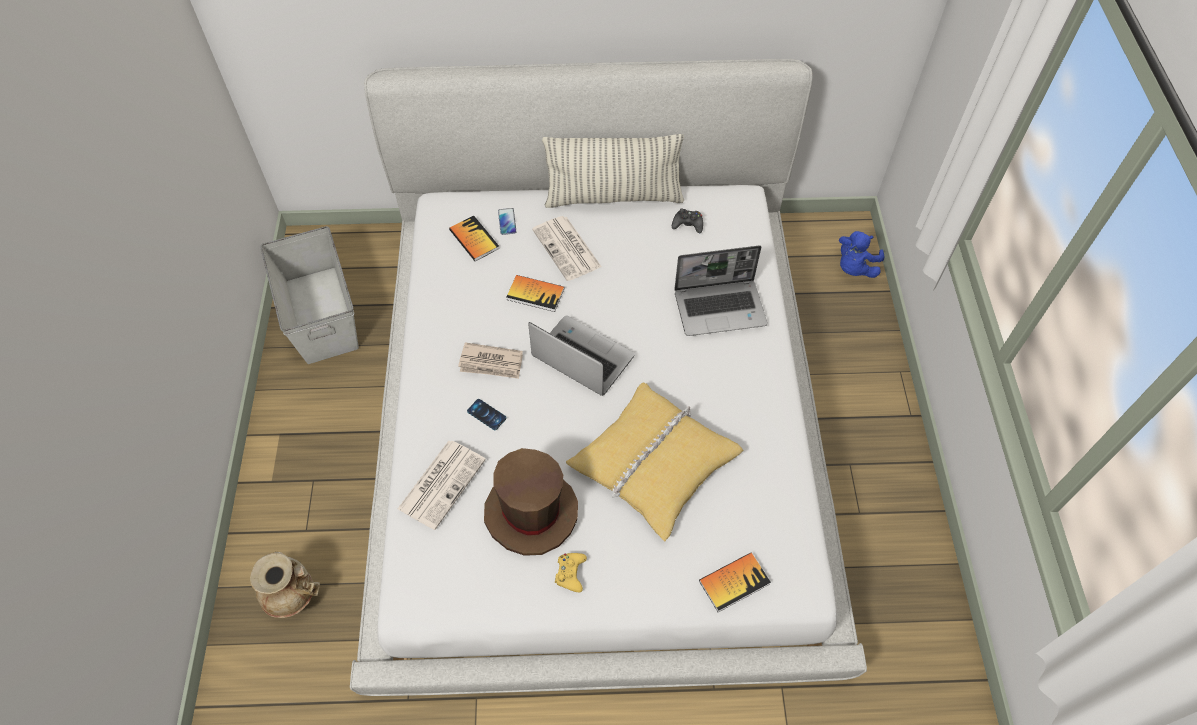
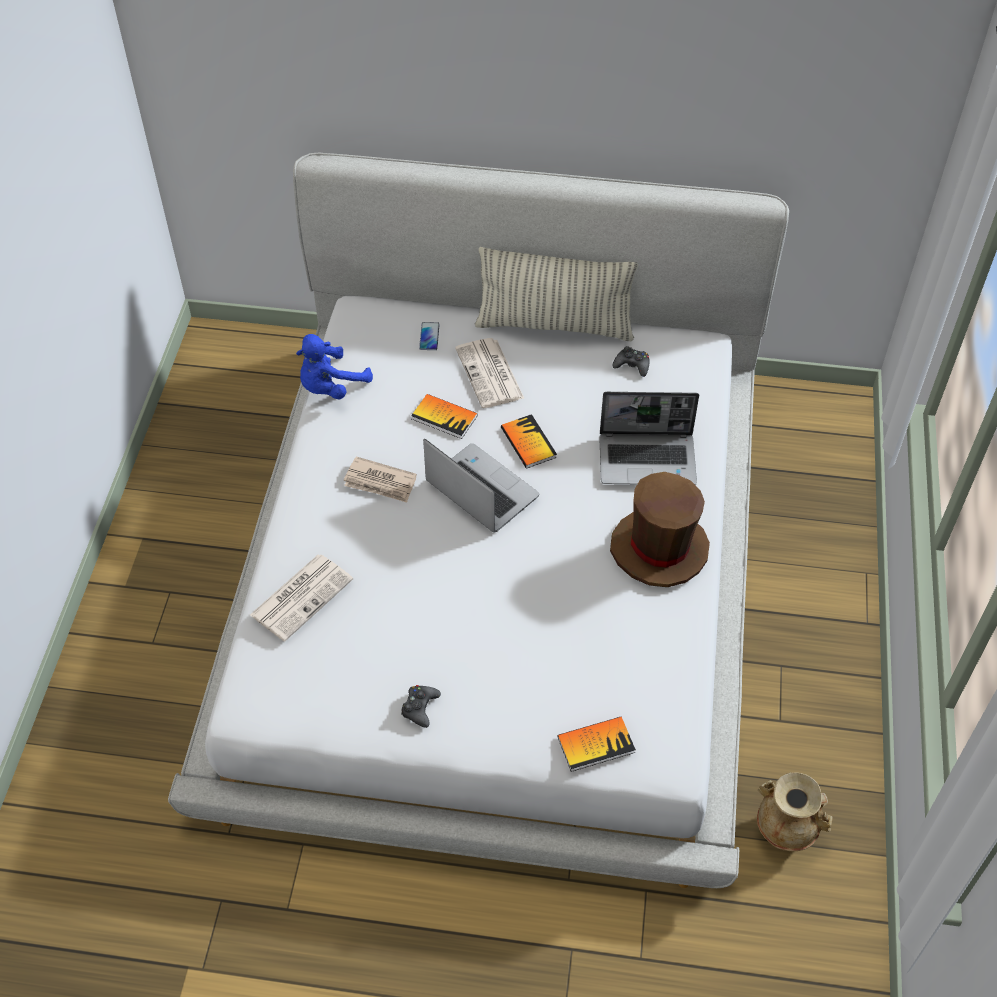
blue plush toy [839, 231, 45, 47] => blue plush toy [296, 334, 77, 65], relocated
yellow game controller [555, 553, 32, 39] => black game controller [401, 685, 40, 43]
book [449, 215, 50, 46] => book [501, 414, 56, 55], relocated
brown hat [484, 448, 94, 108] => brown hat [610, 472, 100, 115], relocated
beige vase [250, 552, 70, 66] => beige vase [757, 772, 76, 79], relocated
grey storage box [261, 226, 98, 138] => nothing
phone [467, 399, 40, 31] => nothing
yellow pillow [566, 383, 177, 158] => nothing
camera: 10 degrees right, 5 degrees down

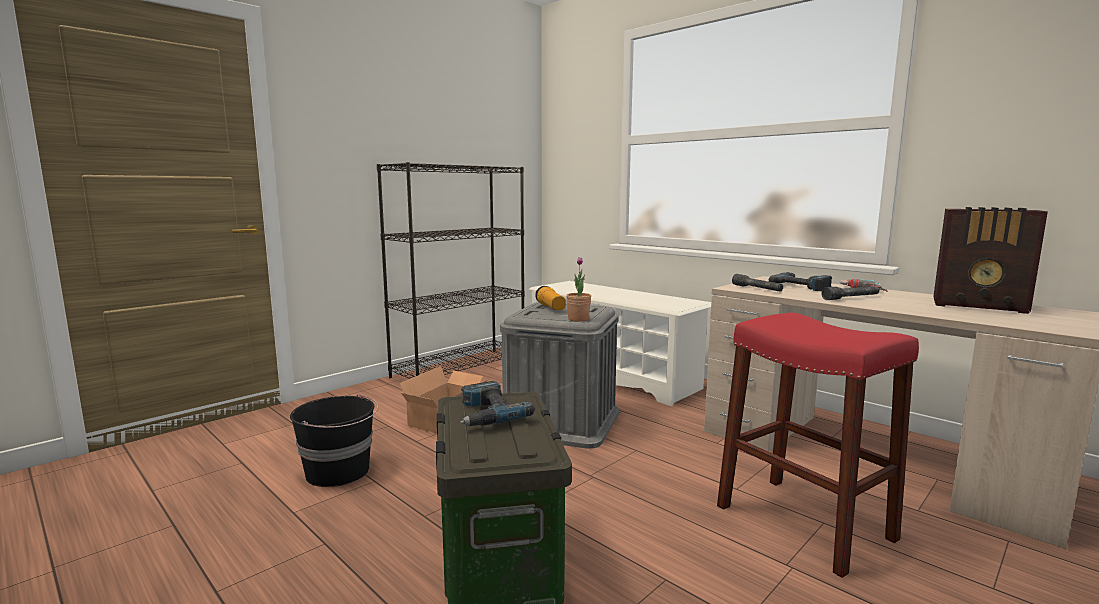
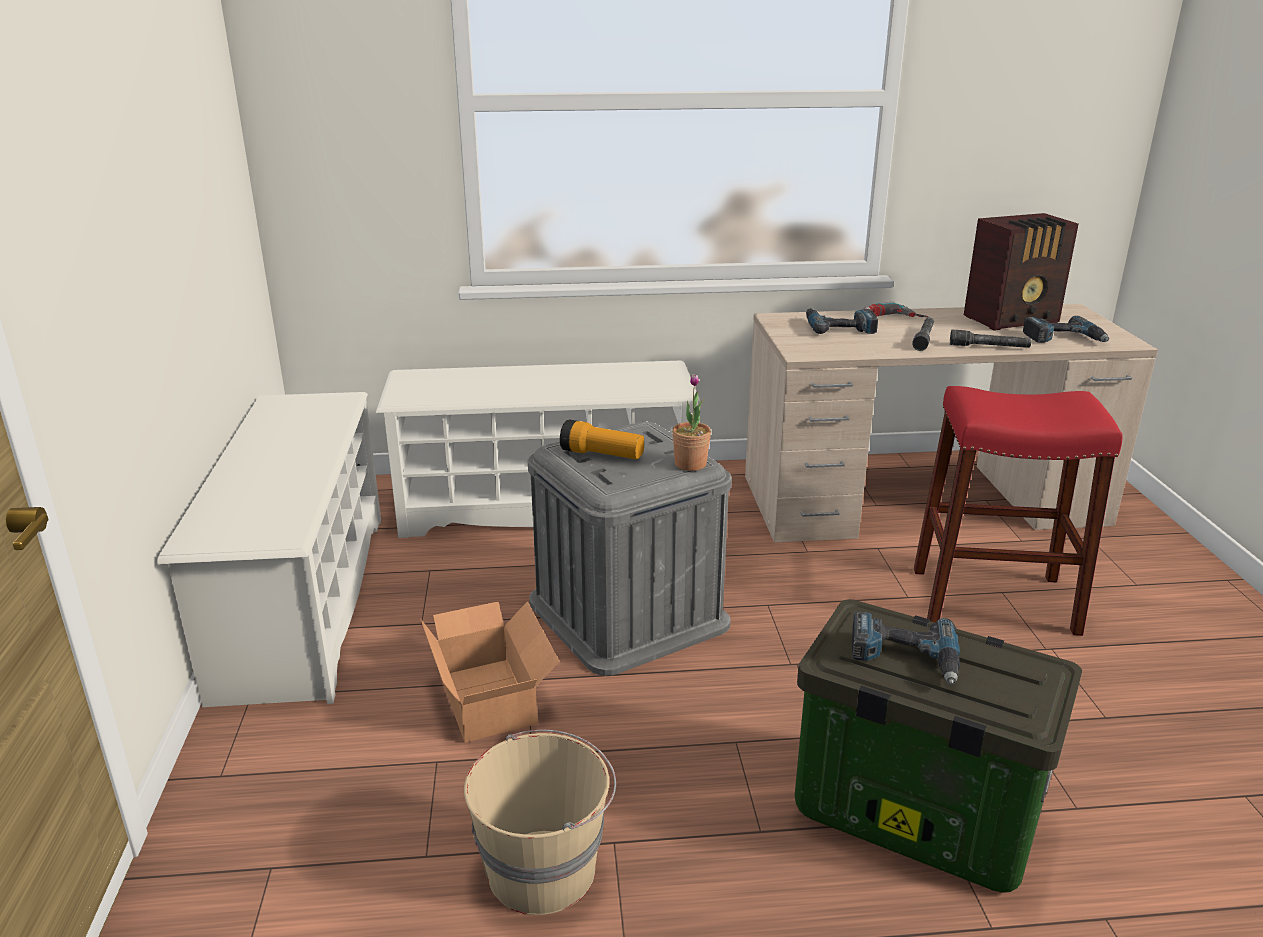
black bookcase [377, 162, 148, 217] => white shoe rack [157, 392, 224, 315]
black bucket [290, 394, 88, 93] => beige bucket [464, 730, 152, 185]
grey flashlight [732, 274, 51, 18] => grey flashlight [950, 329, 82, 19], relocated
nothing => power drill [1023, 316, 86, 27]
camera: 50 degrees left, 15 degrees up

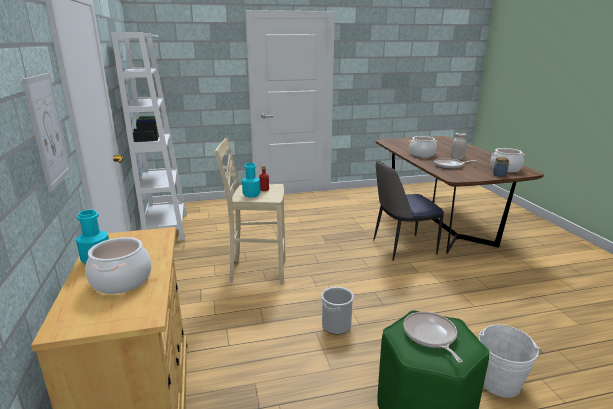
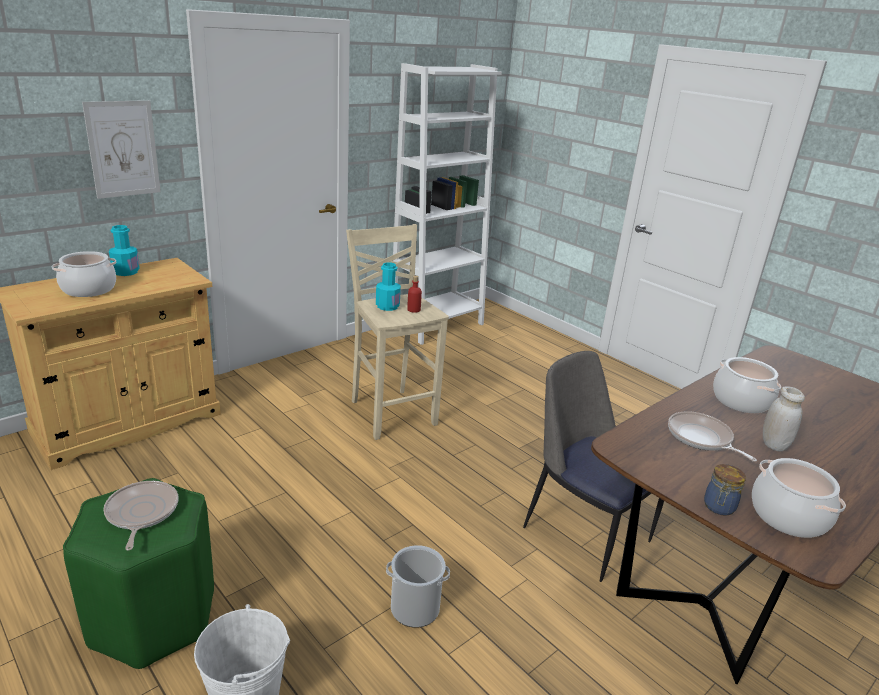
frying pan [403, 312, 59, 51] => frying pan [103, 481, 75, 69], 60 degrees counterclockwise
bucket [321, 287, 33, 48] => bucket [386, 545, 64, 83], relocated
camera: 60 degrees right, 5 degrees up

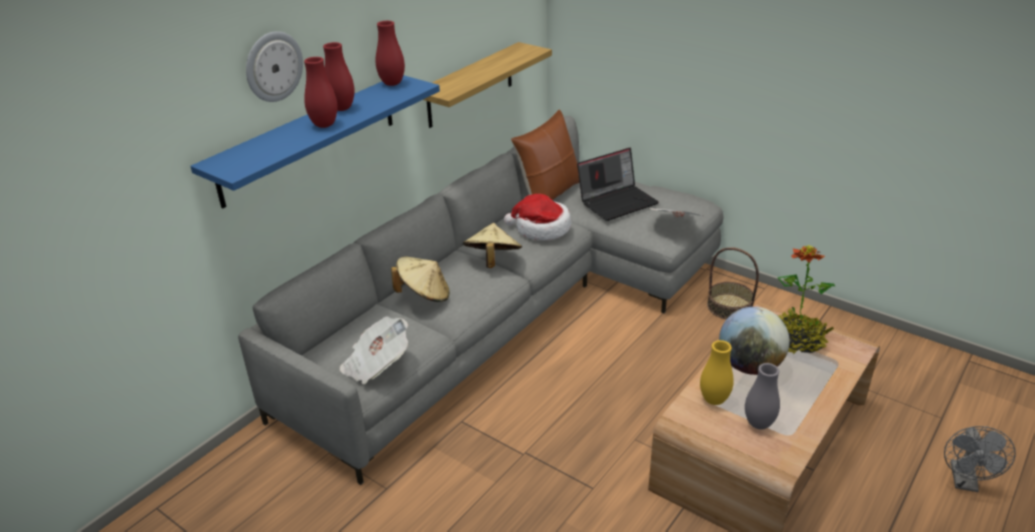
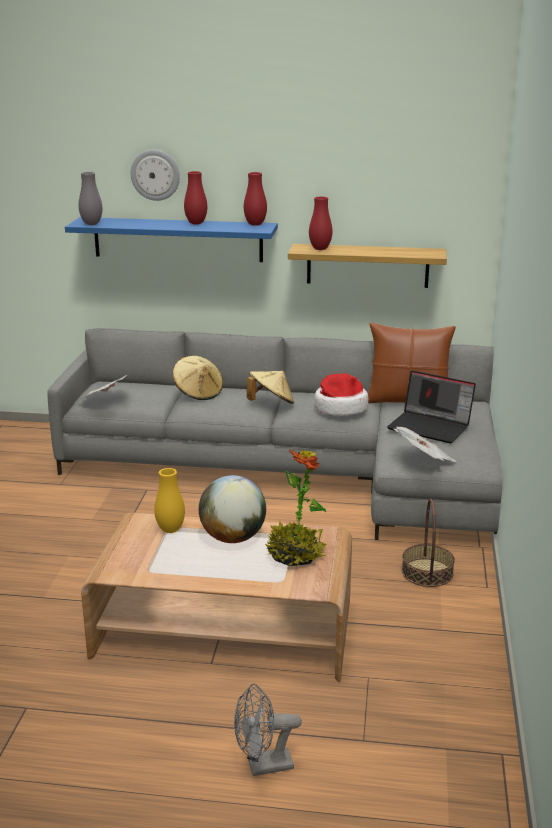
grey vase [745, 363, 35, 66] => grey vase [79, 172, 23, 53], relocated
red vase [304, 57, 33, 71] => red vase [309, 197, 23, 53], relocated
camera: 60 degrees right, 10 degrees down

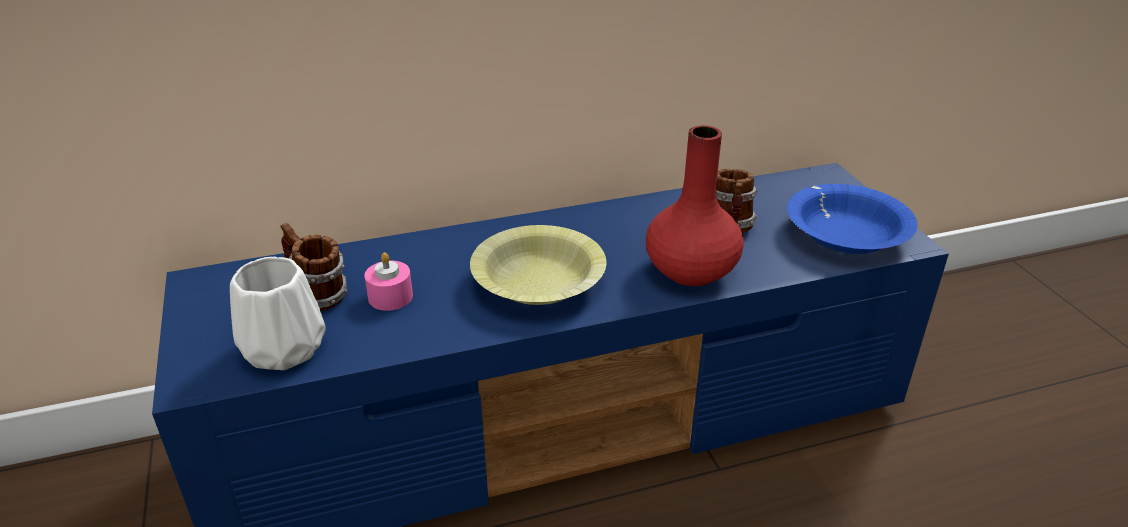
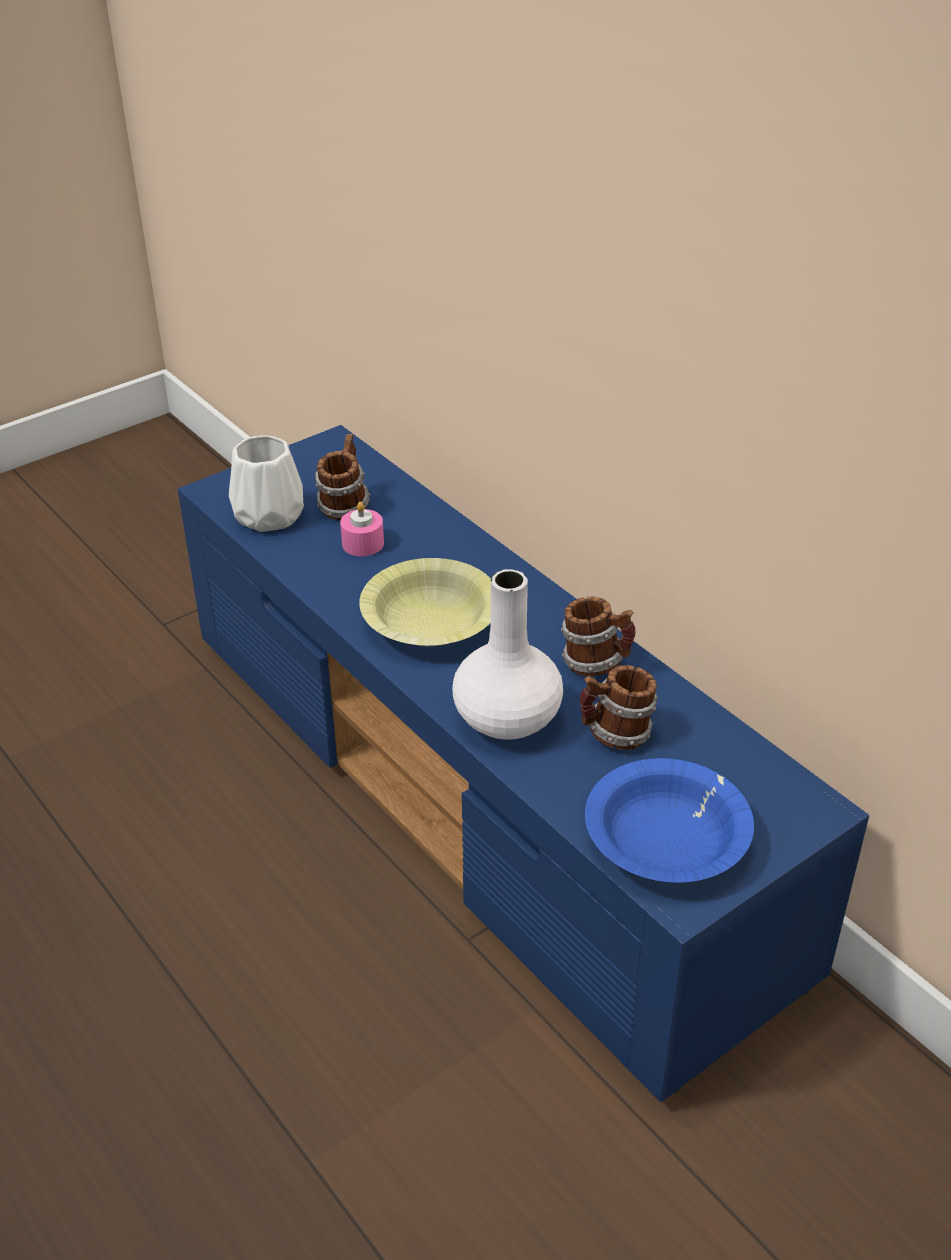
red vase [646, 125, 98, 161] => white vase [452, 569, 111, 171]
nothing => mug [561, 597, 75, 79]
camera: 70 degrees right, 5 degrees up

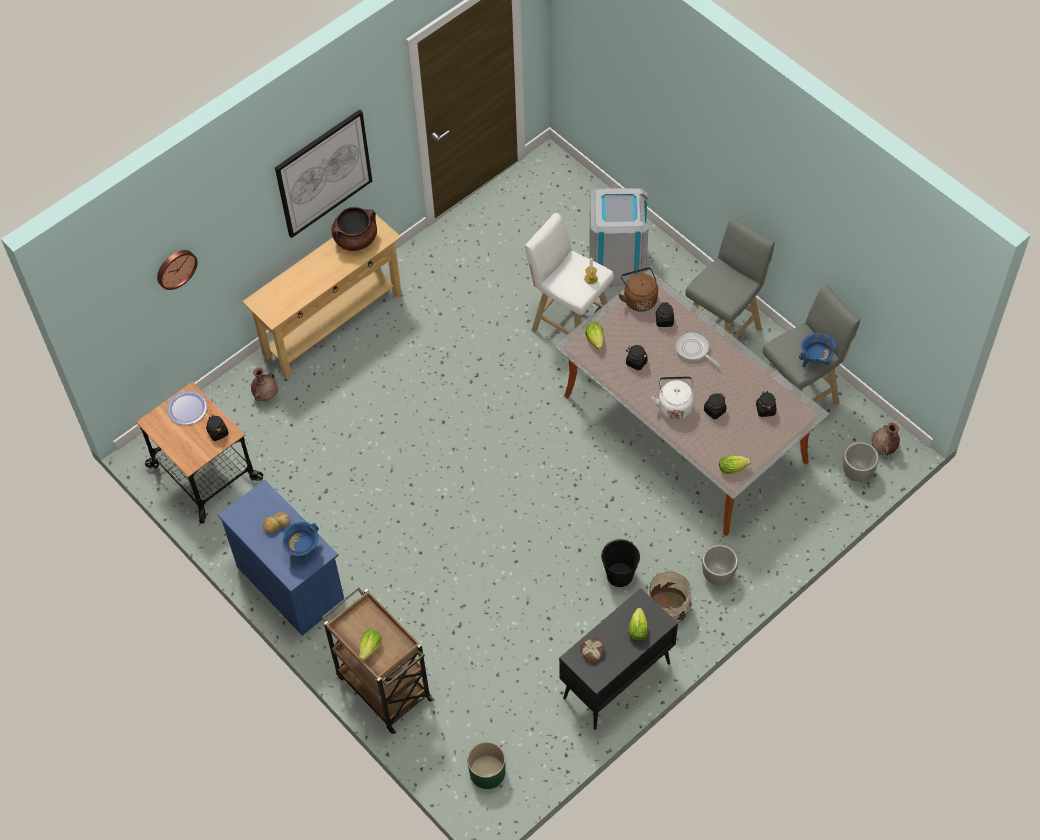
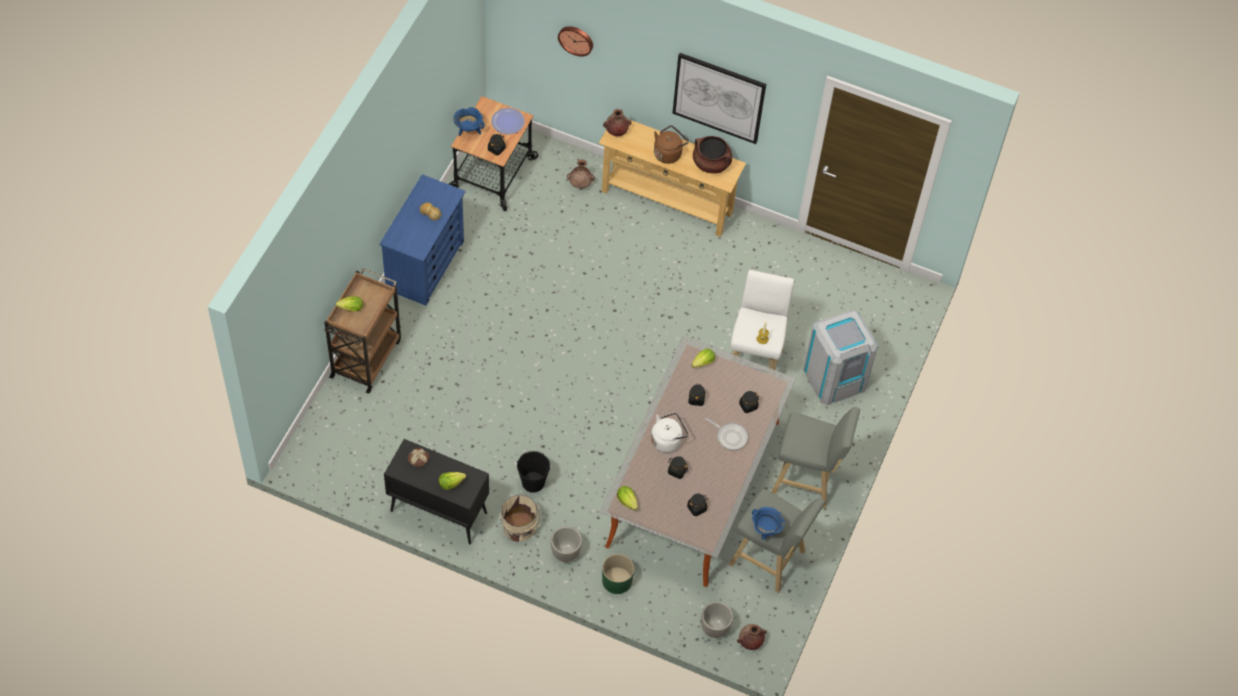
blue cooking pot [282, 522, 37, 41] => blue cooking pot [453, 107, 32, 29], relocated
green planter [467, 742, 38, 47] => green planter [602, 554, 32, 40], relocated
nothing => brown vase [603, 109, 29, 27]
brown kettle [618, 267, 40, 45] => brown kettle [654, 125, 35, 39], relocated
frying pan [675, 331, 45, 35] => frying pan [705, 418, 43, 33], 105 degrees clockwise
camera: 60 degrees right, 0 degrees up

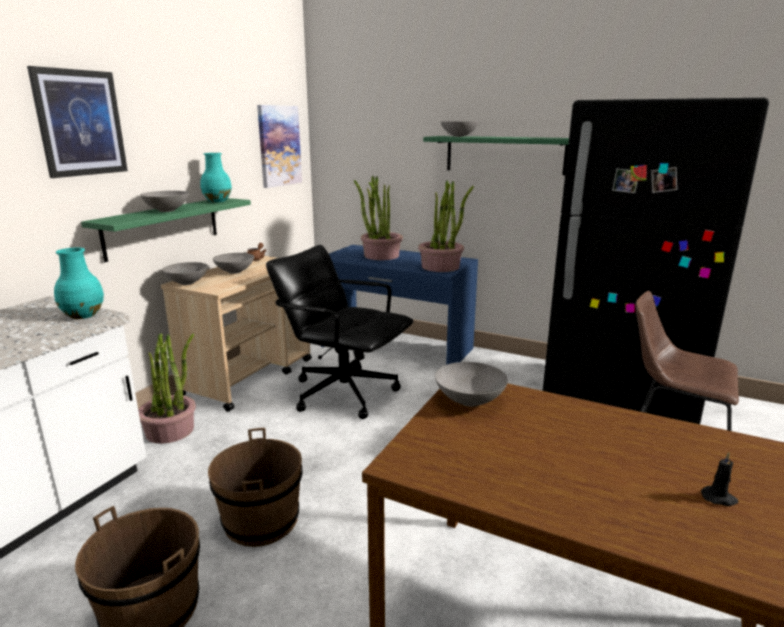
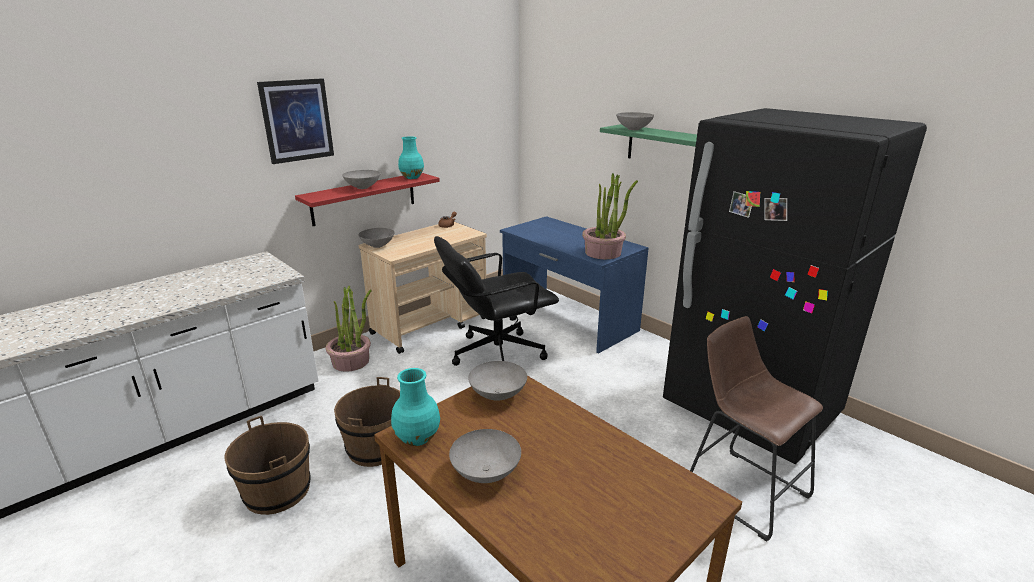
green shelf [81, 198, 170, 64] => red shelf [295, 173, 145, 53]
turquoise vase [54, 248, 50, 71] => turquoise vase [391, 368, 49, 78], relocated
black office chair [266, 245, 147, 174] => black office chair [434, 236, 125, 130], 75 degrees counterclockwise
grey bowl [213, 253, 41, 21] => grey bowl [449, 429, 72, 54], relocated
picture [257, 105, 45, 83] => nothing
potted plant [354, 176, 49, 84] => nothing
black candle [701, 452, 37, 54] => nothing
camera: 20 degrees right, 5 degrees up

